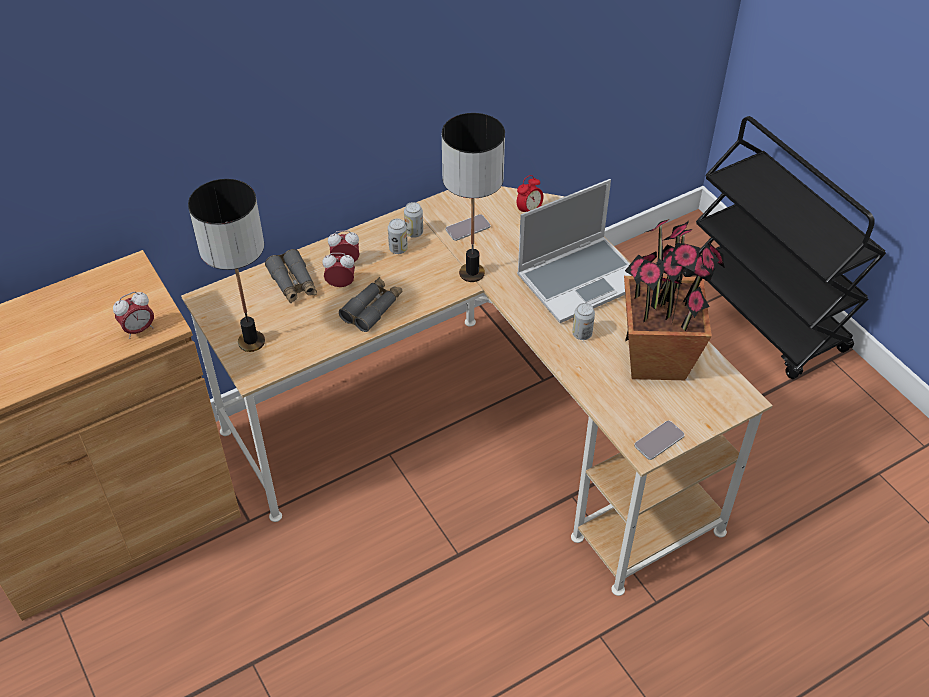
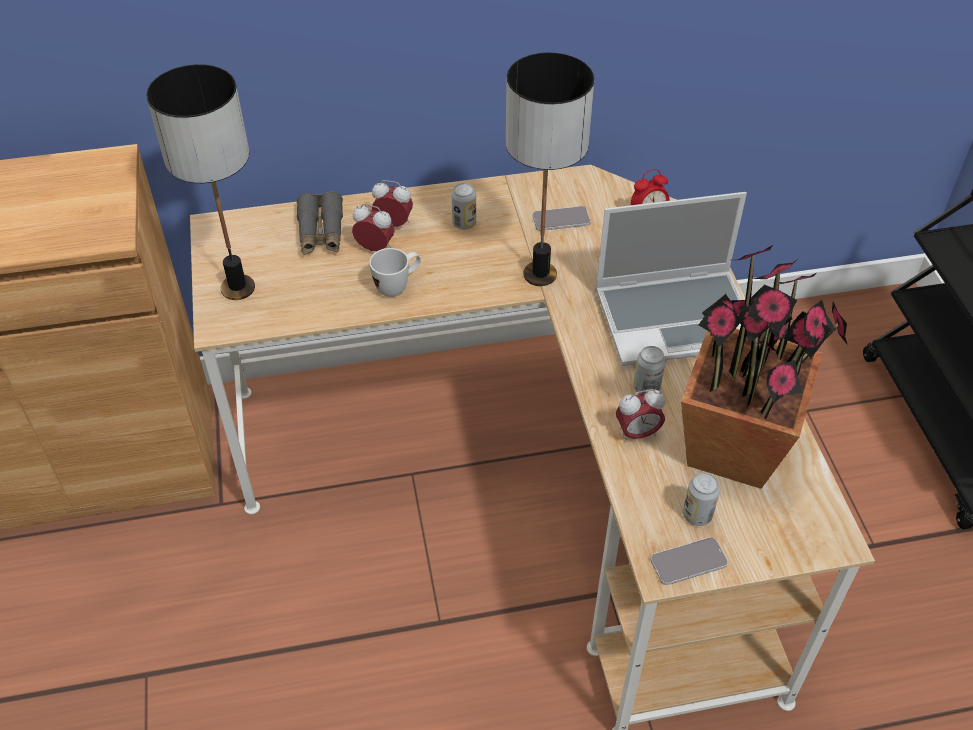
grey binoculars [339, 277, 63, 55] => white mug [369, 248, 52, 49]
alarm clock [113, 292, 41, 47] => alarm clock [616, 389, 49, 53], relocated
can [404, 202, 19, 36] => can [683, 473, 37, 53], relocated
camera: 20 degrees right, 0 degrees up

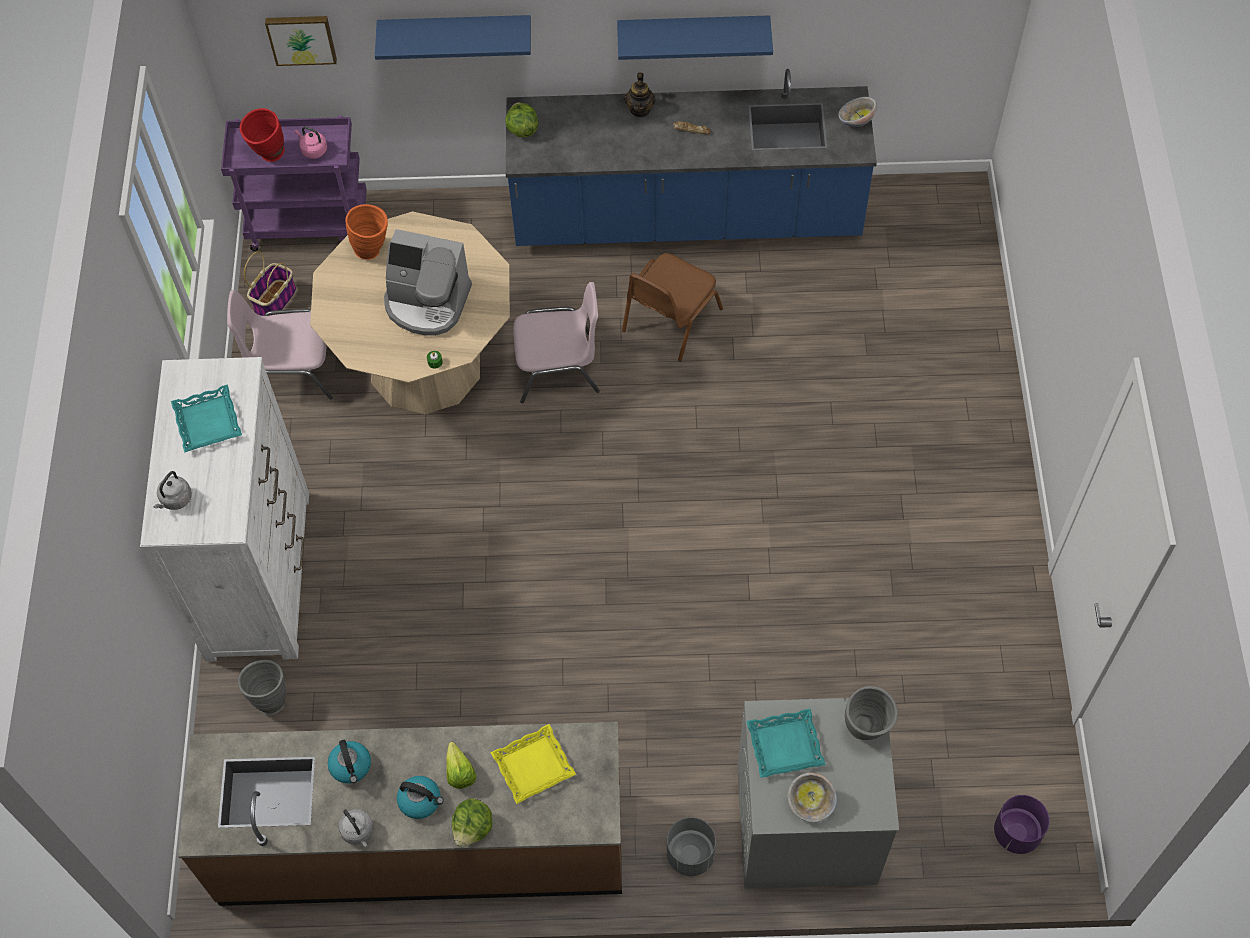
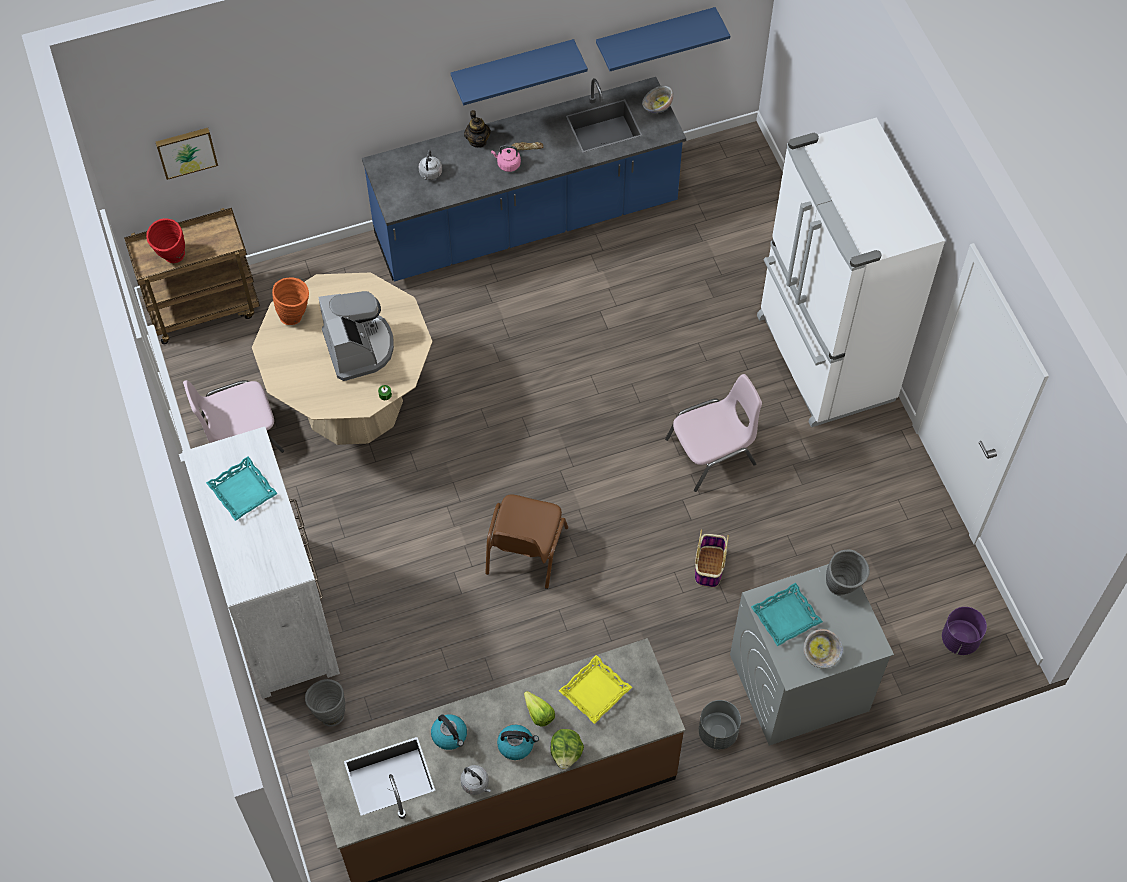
purple cart [221, 115, 146, 136] => brown cart [124, 208, 136, 136]
coffee machine [384, 229, 88, 107] => coffee machine [318, 291, 76, 90], 105 degrees counterclockwise
grey kettle [153, 471, 39, 39] => grey kettle [419, 150, 23, 30], relocated
brown chair [622, 253, 101, 109] => brown chair [485, 494, 83, 95], relocated
pink kettle [295, 126, 32, 33] => pink kettle [491, 145, 30, 27], relocated
blue shelf [375, 15, 156, 45] => blue shelf [596, 7, 134, 64], relocated
pink chair [513, 282, 87, 121] => pink chair [665, 374, 97, 118], relocated
basket [244, 251, 52, 65] => basket [695, 529, 34, 59], relocated
nothing => white fridge [757, 117, 188, 310]
lettuce [506, 102, 32, 35] => nothing
camera: 20 degrees left, 0 degrees up

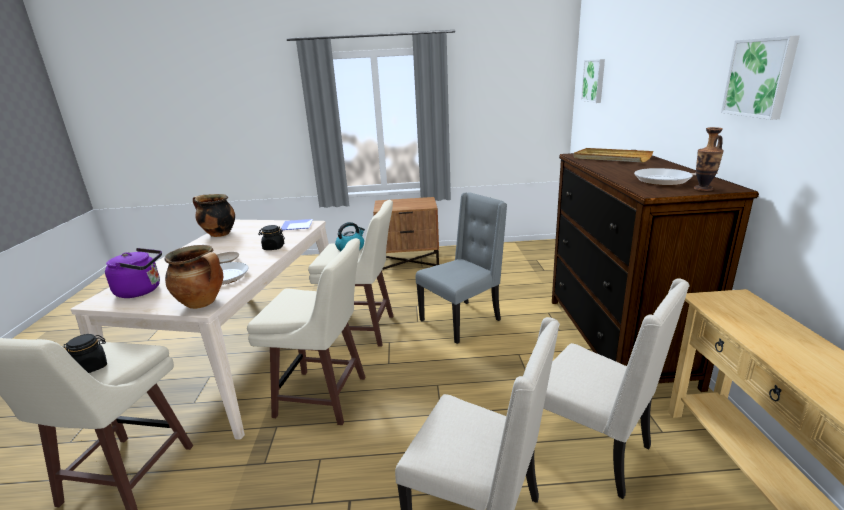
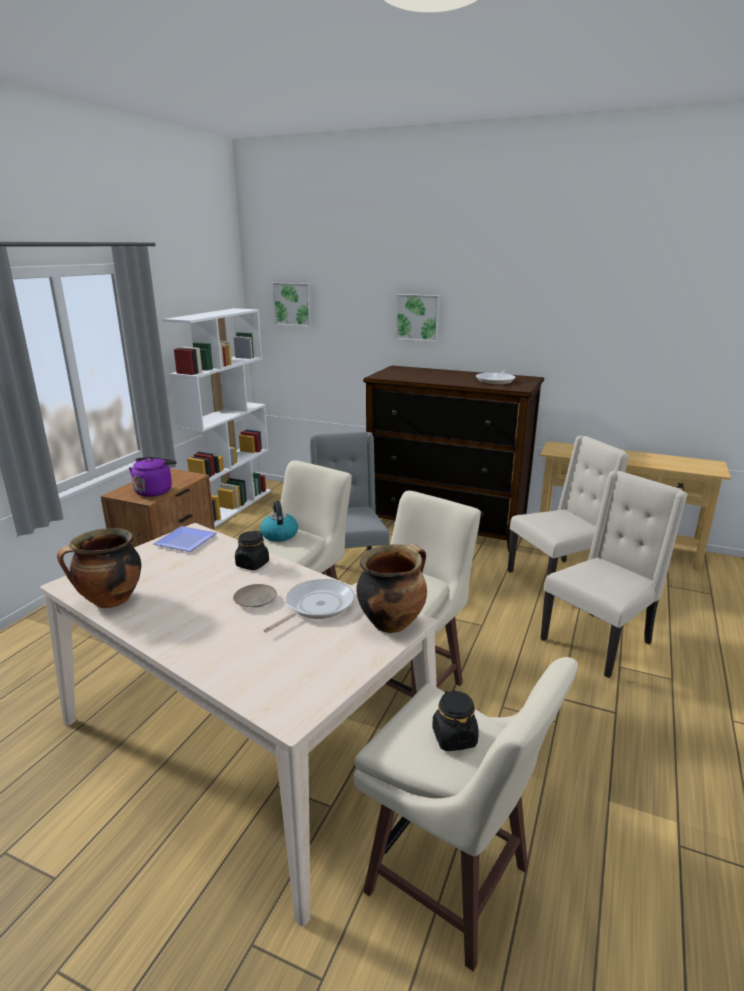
purple kettle [105, 248, 57, 50] => purple kettle [129, 457, 47, 40], relocated
nothing => white bookcase [163, 308, 108, 219]
picture [721, 35, 79, 85] => picture [396, 294, 44, 48], relocated
beige tray [574, 148, 79, 14] => nothing
vase [694, 127, 30, 64] => nothing
camera: 65 degrees left, 0 degrees up

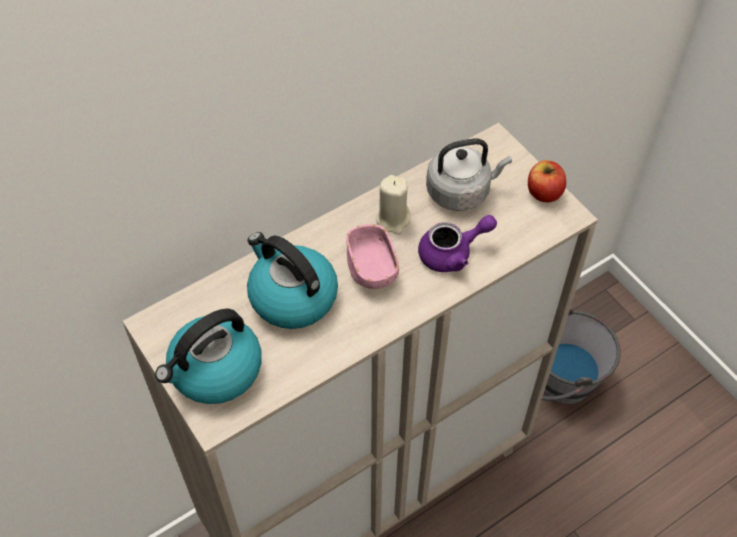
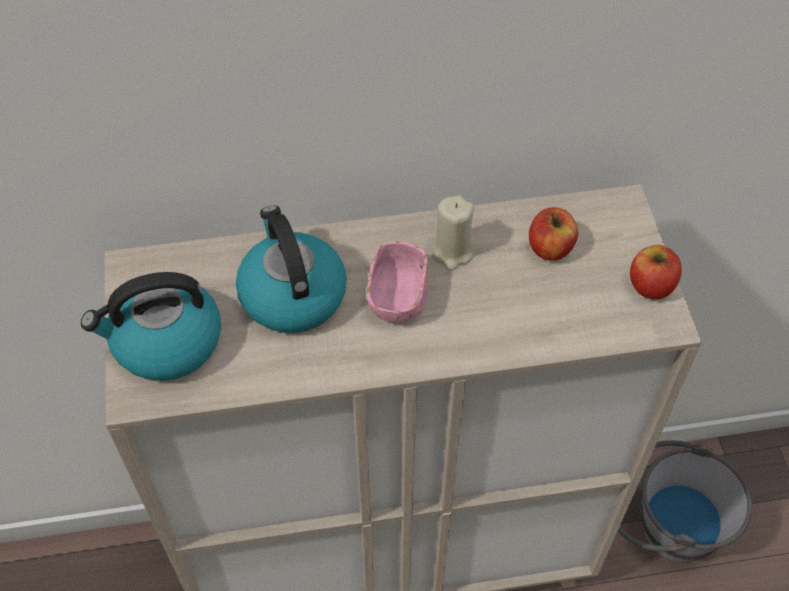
grey kettle [426, 138, 86, 73] => apple [529, 207, 49, 54]
purple teapot [418, 215, 79, 57] => nothing
camera: 25 degrees right, 0 degrees up

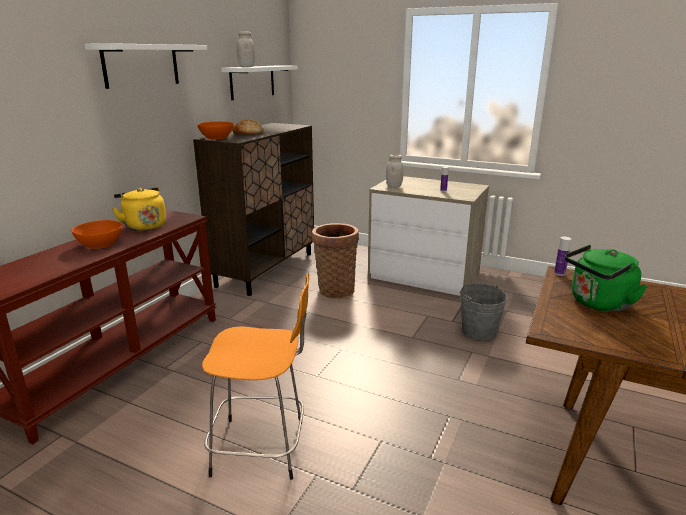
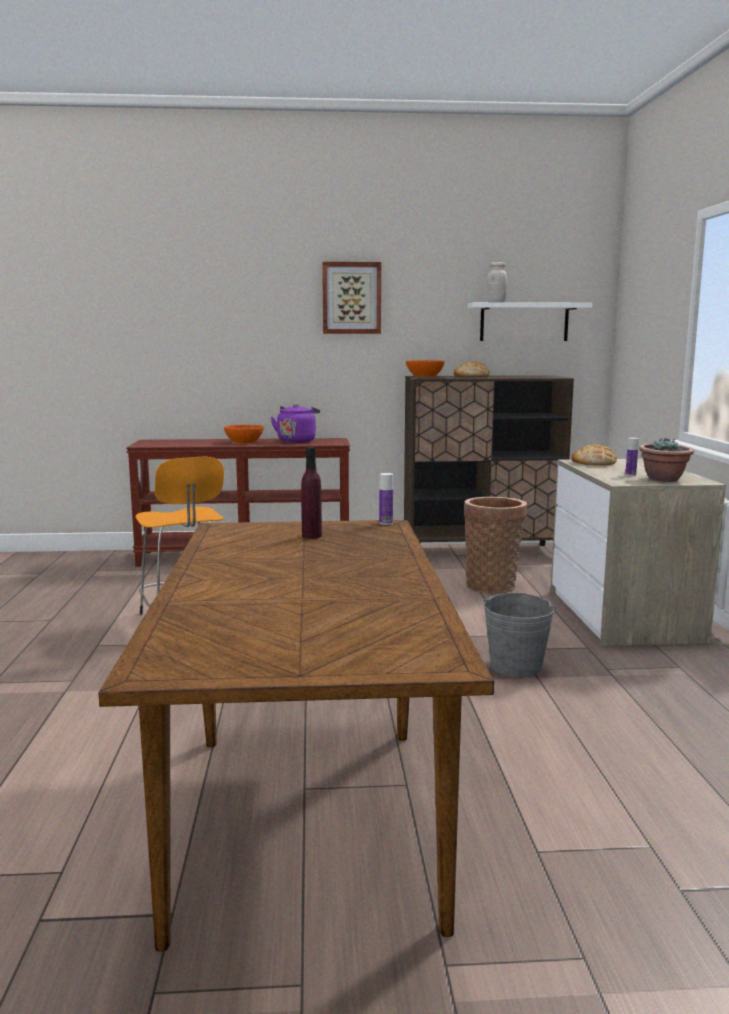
yellow kettle [112, 187, 54, 44] => purple kettle [271, 404, 49, 39]
green kettle [565, 245, 82, 67] => purple bottle [301, 447, 21, 92]
white shelf [85, 43, 122, 46] => picture [322, 262, 59, 72]
white jar [386, 154, 17, 34] => bread [571, 444, 46, 21]
nothing => potted plant [639, 438, 55, 44]
camera: 60 degrees right, 10 degrees down

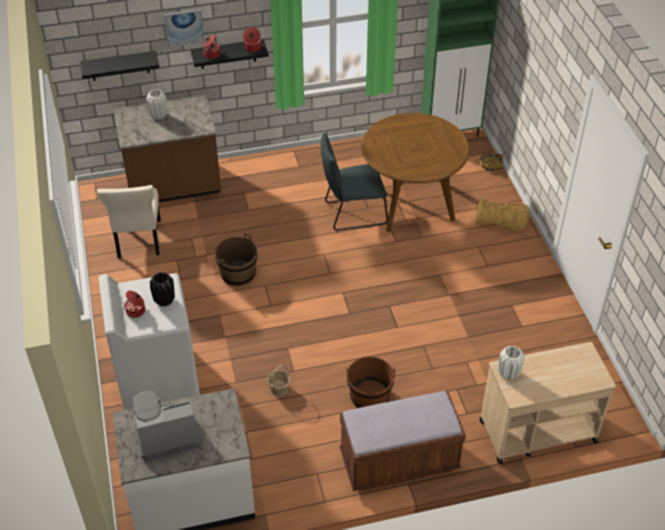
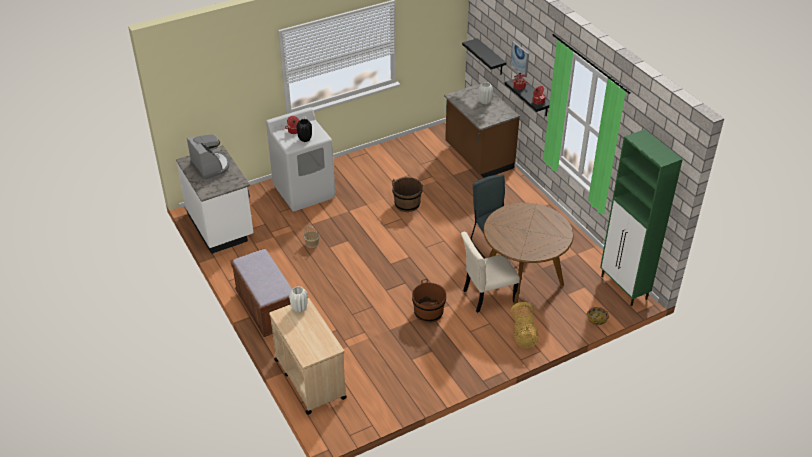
brown bucket [346, 356, 49, 52] => brown bucket [412, 279, 34, 44], relocated
beige chair [97, 185, 64, 73] => beige chair [461, 232, 59, 81], relocated
camera: 75 degrees right, 5 degrees down

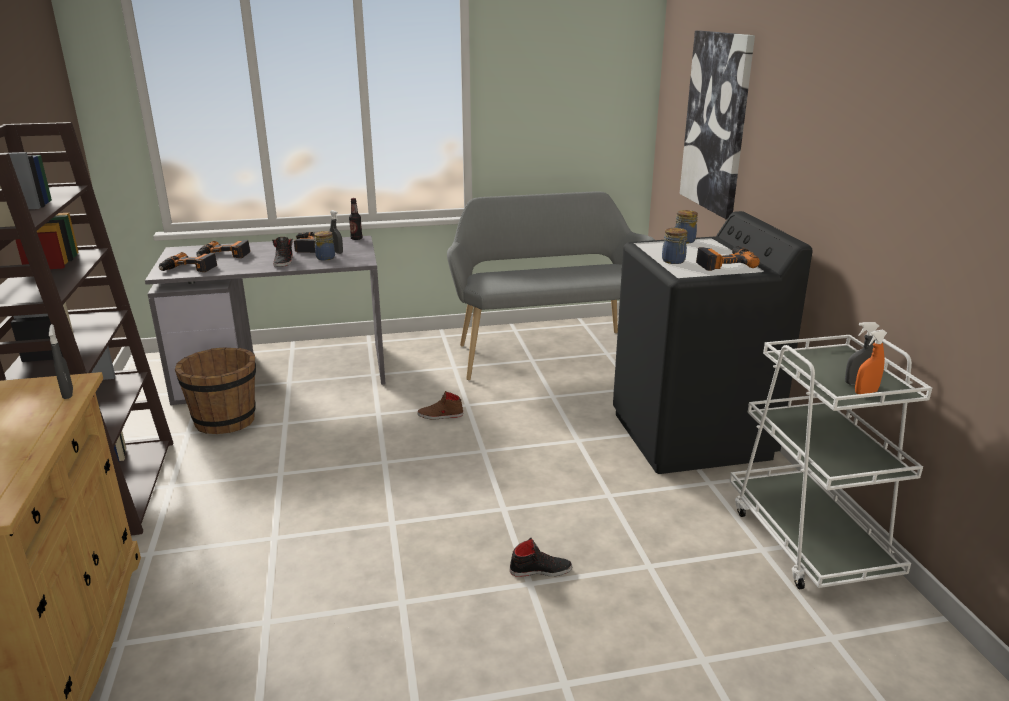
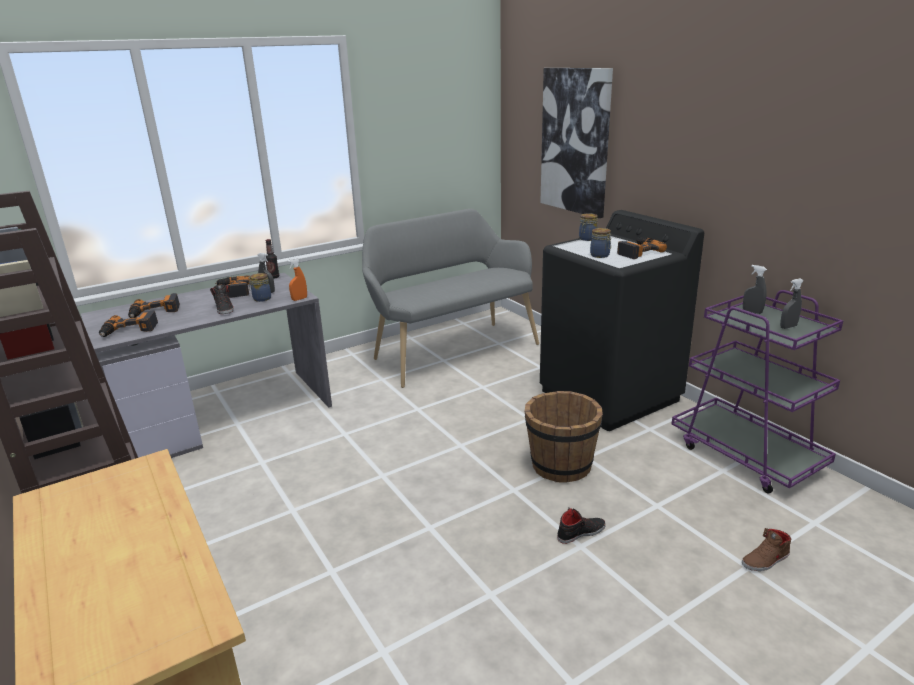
orange spray bottle [855, 330, 32, 64] => orange spray bottle [287, 258, 20, 43], relocated
brown bucket [175, 347, 81, 87] => brown bucket [524, 391, 79, 92], relocated
white cart [730, 335, 202, 254] => purple cart [672, 290, 171, 204]
brown shoe [418, 391, 45, 29] => brown shoe [742, 528, 50, 43], relocated
grey spray bottle [49, 324, 24, 75] => grey spray bottle [743, 265, 24, 49], relocated
camera: 20 degrees left, 0 degrees up

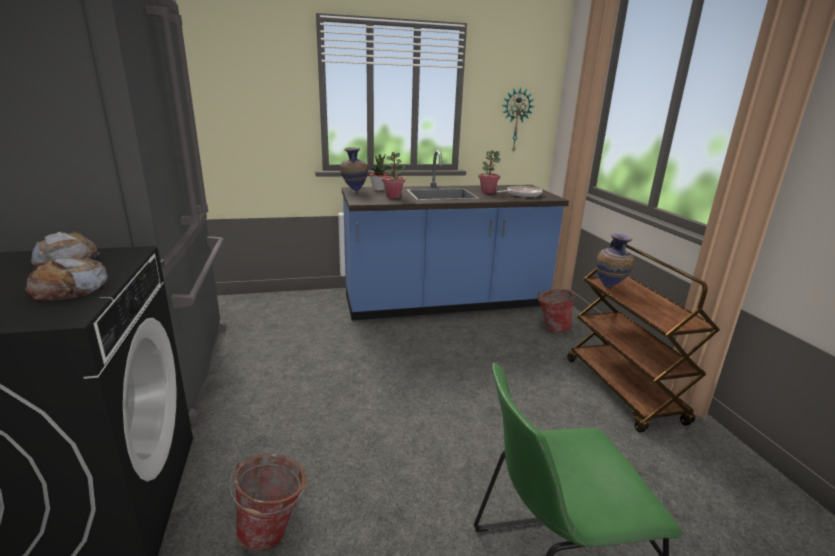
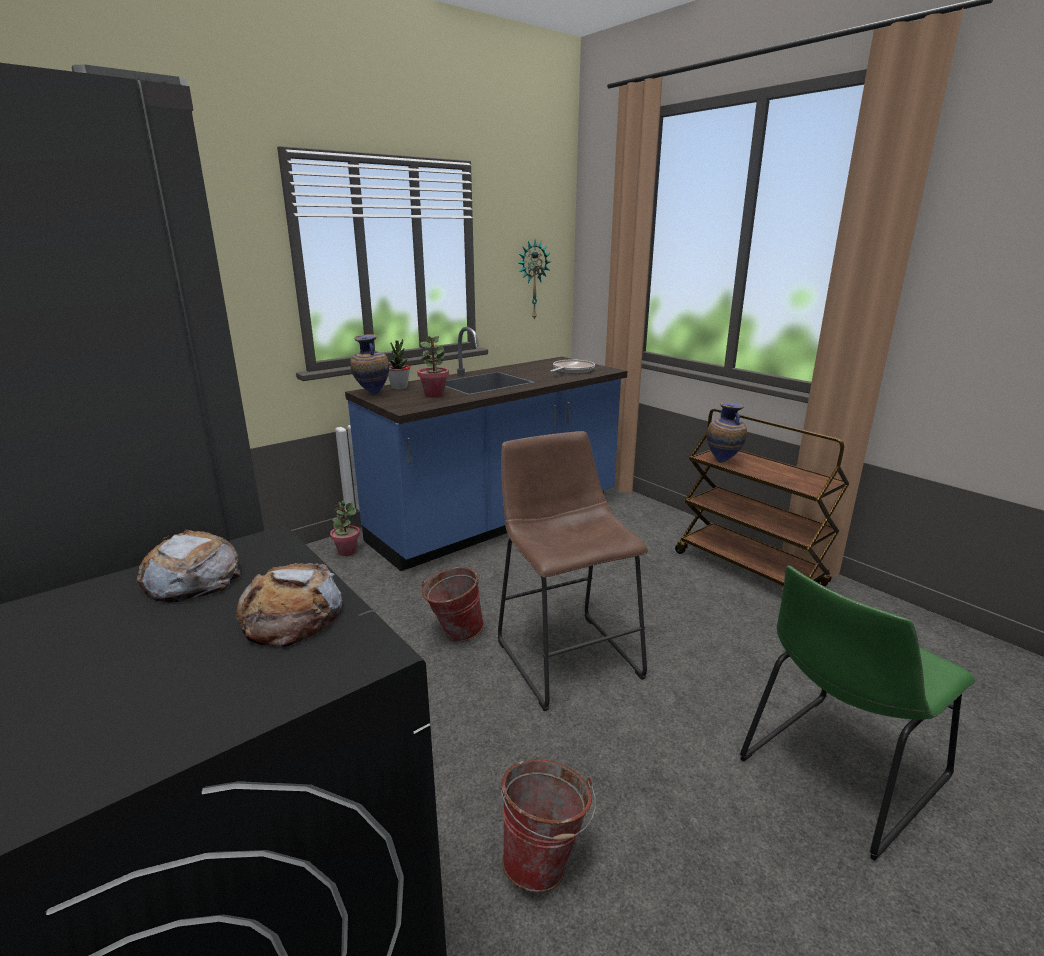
potted plant [478, 150, 23, 44] => potted plant [330, 501, 30, 55], relocated
bucket [537, 289, 39, 44] => bucket [421, 567, 63, 75], relocated
nothing => brown stool [498, 431, 150, 280]
camera: 25 degrees left, 0 degrees up

